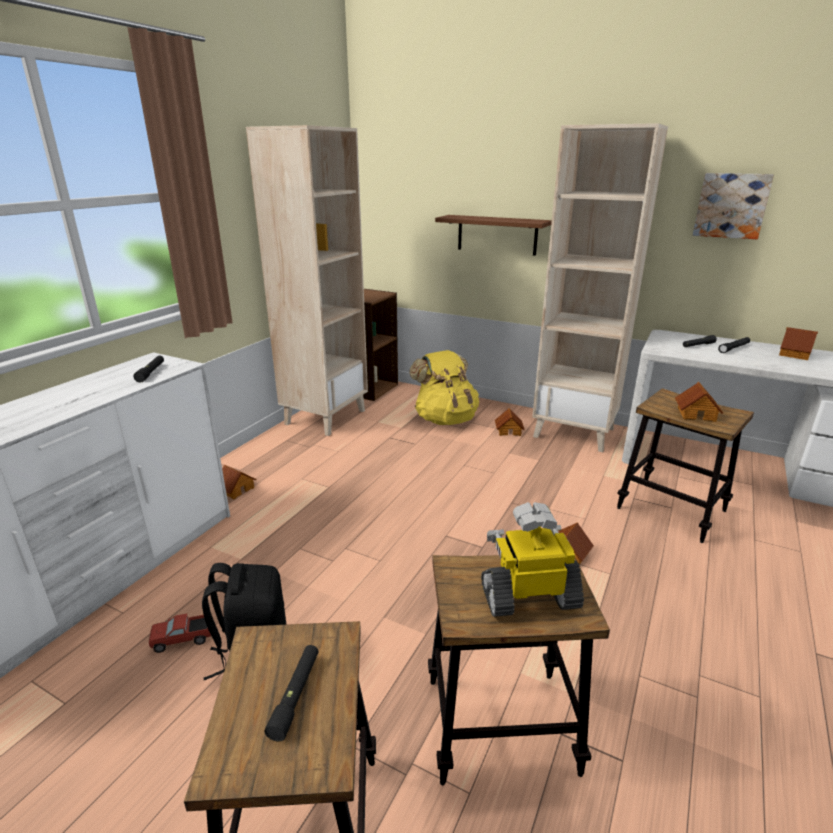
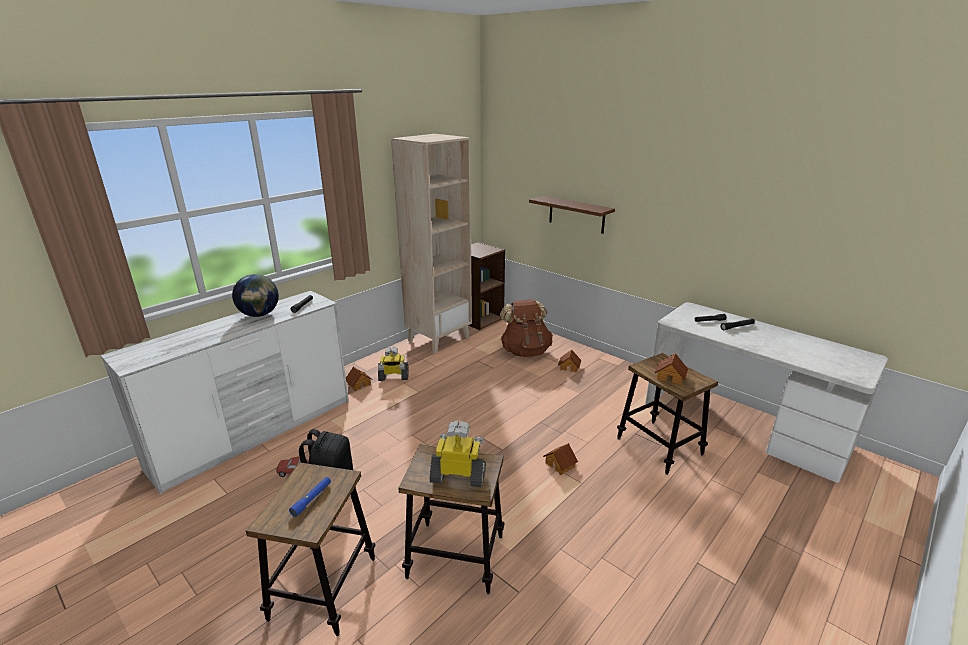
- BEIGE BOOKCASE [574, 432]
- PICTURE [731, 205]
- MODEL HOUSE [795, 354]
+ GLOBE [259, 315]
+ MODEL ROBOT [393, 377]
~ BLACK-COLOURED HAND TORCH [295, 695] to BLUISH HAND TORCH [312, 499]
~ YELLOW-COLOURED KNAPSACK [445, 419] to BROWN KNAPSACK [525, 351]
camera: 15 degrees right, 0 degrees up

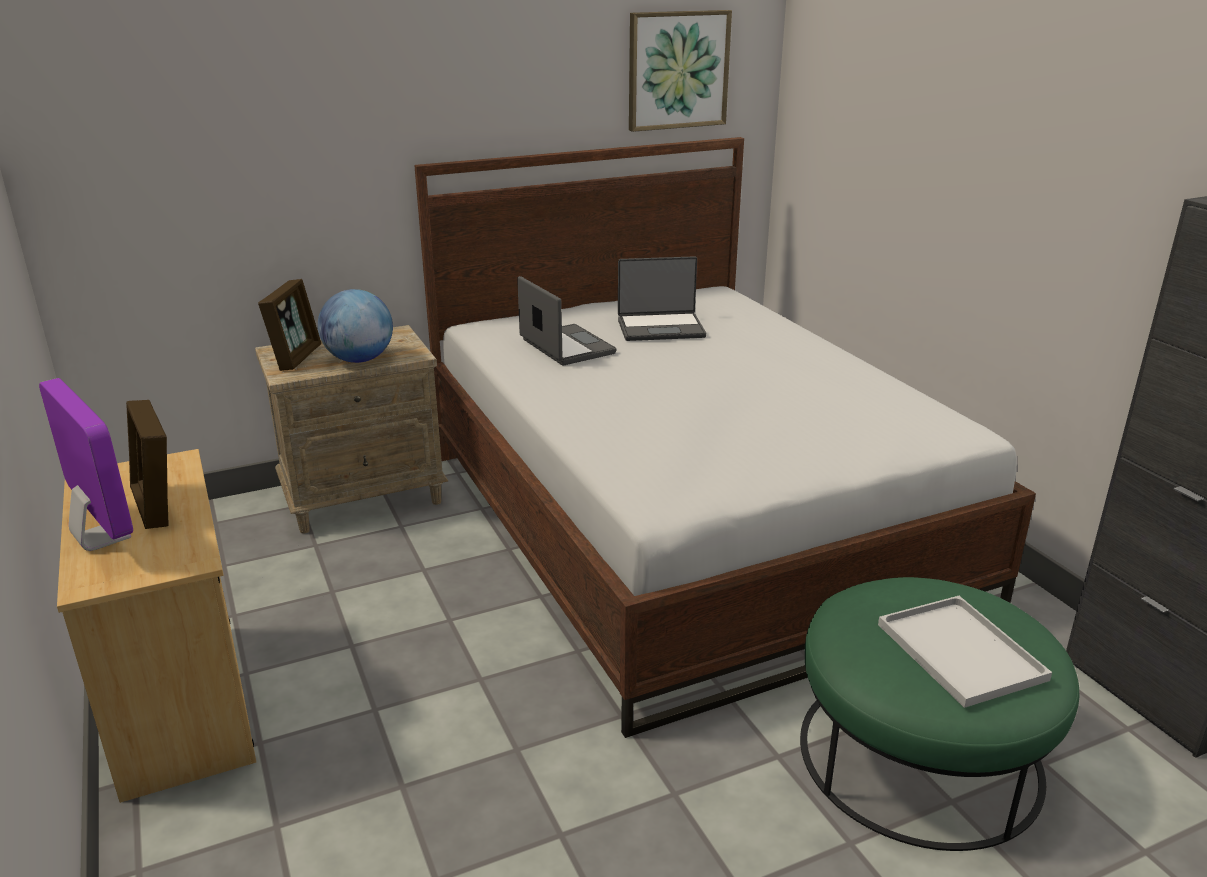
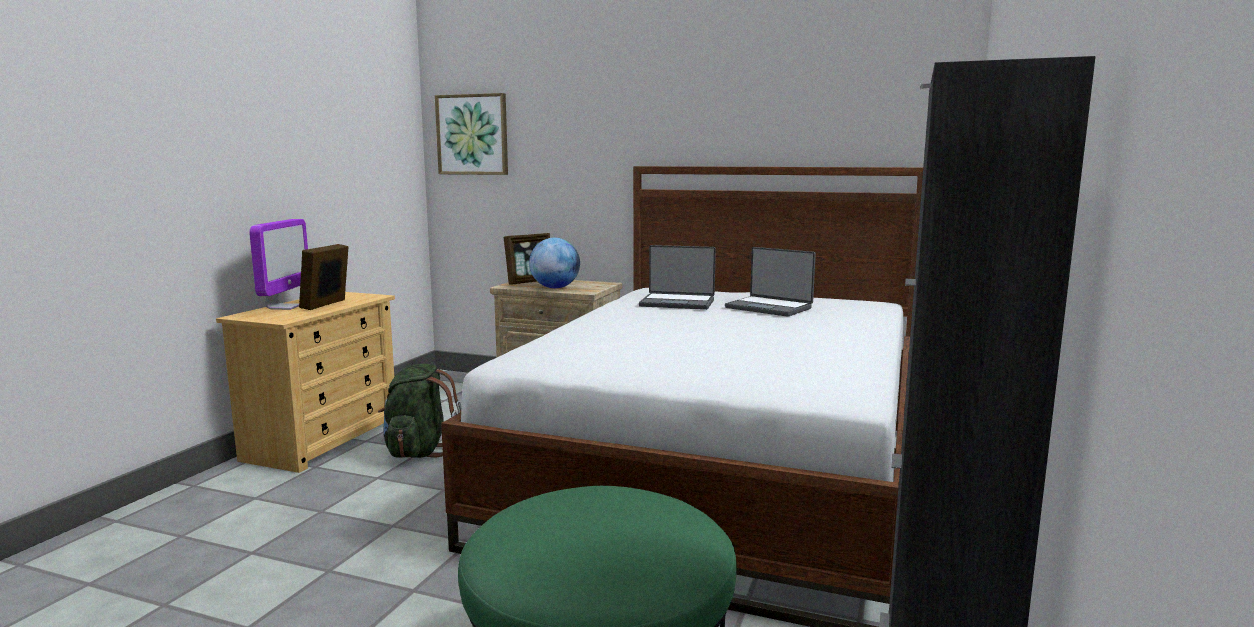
- WHITE TRAY [963, 653]
+ GREEN KNAPSACK [419, 451]
~ PICTURE [677, 70] to [472, 134]
~ LAPTOP [565, 347] = [677, 303] 90 degrees clockwise
camera: 45 degrees right, 15 degrees down

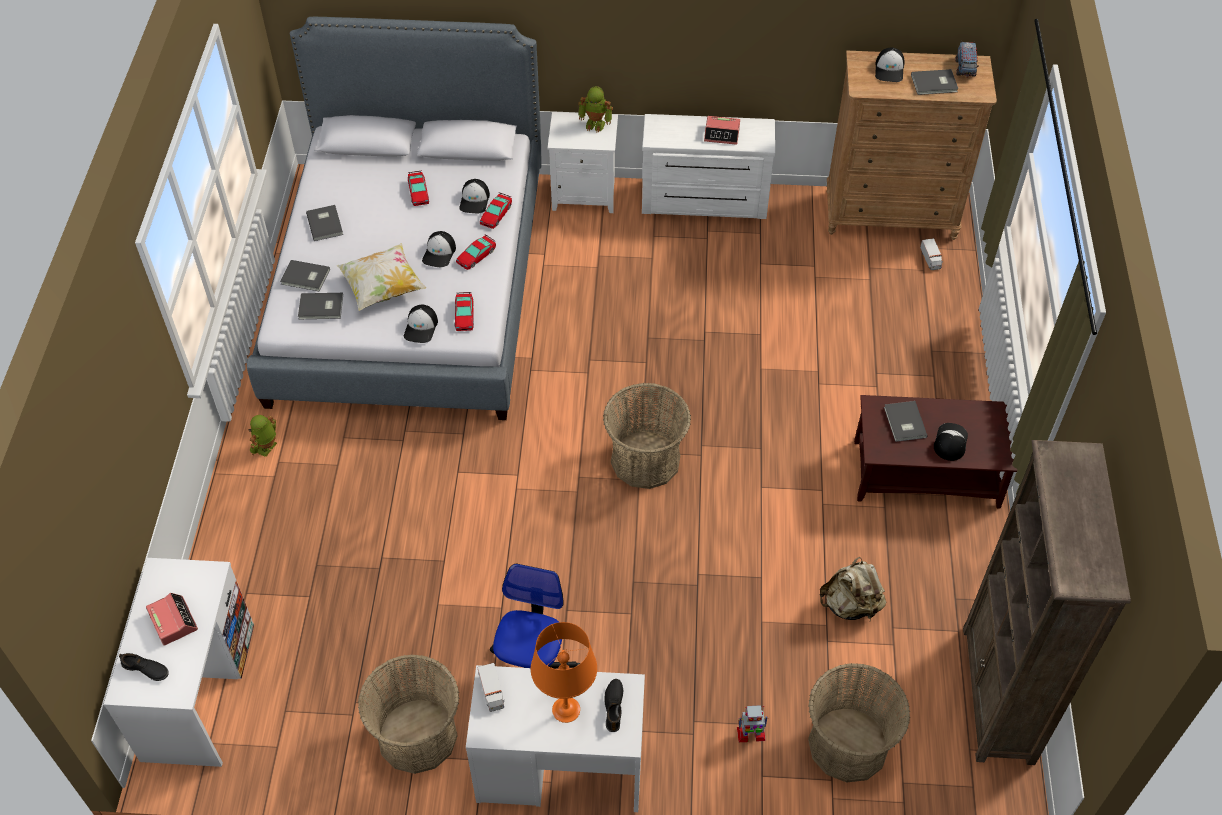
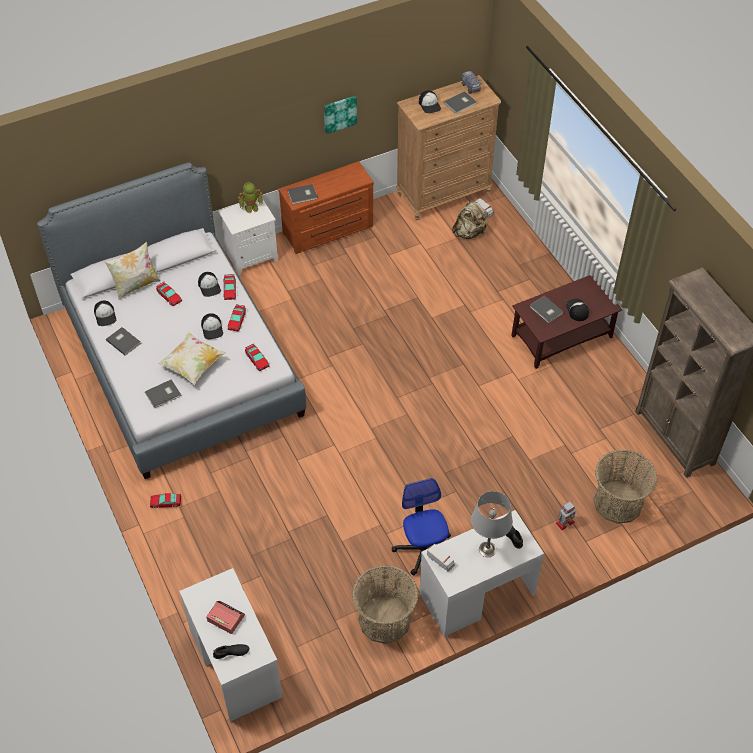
- STORAGE BASKET [645, 460]
- TABLE CLOCK [722, 134]
+ PILLOW [136, 285]
+ PICTURE [339, 113]
~ GREY BOOK [305, 277] to [303, 195]
~ BASEBALL CAP [421, 327] to [105, 315]
~ BEIGE KNAPSACK [851, 605] to [469, 232]
~ MODEL ROBOT [267, 448] to TOY CAR [166, 502]
~ ORANGE TABLETOP LAMP [566, 709] to GREY TABLETOP LAMP [487, 549]
~ WHITE CHEST OF DRAWERS [704, 202] to BROWN CHEST OF DRAWERS [329, 231]
camera: 30 degrees left, 0 degrees up

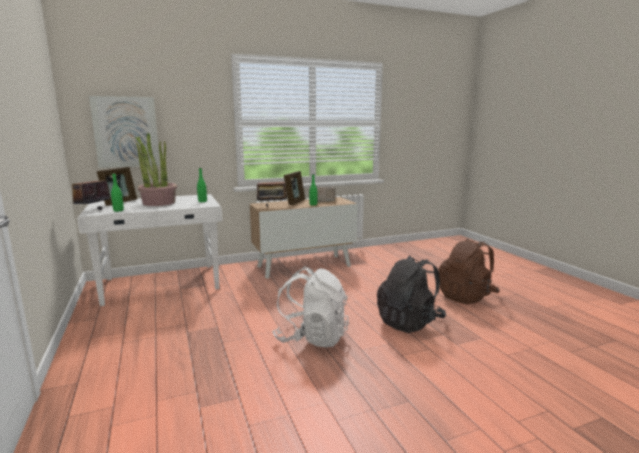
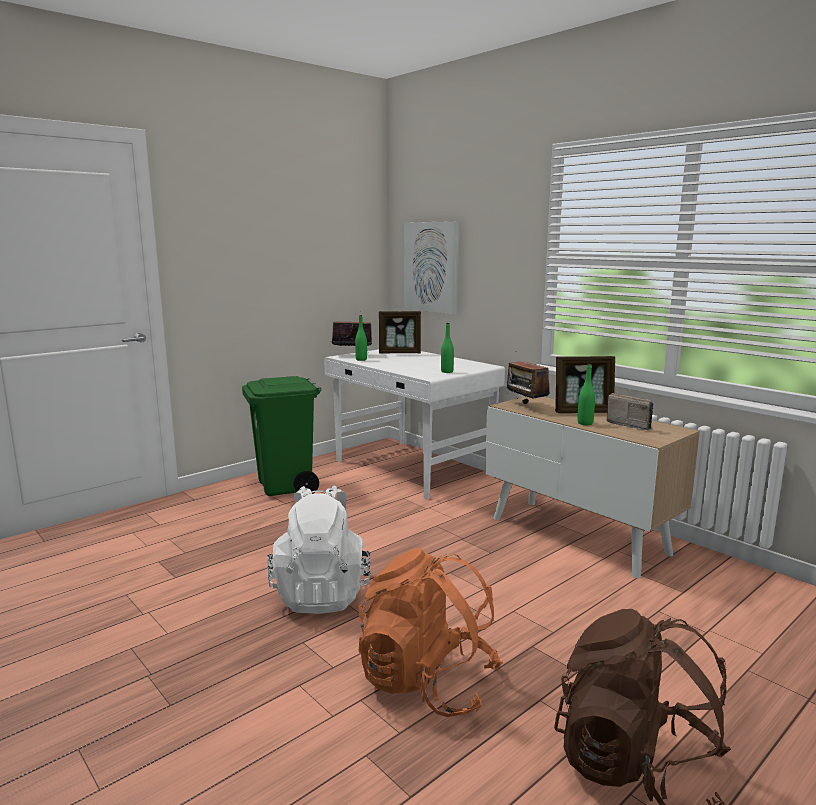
- PLANT IN A POT [158, 203]
+ GREEN RUBBISH BIN [286, 487]
~ BLACK-COLOURED KNAPSACK [409, 322] to ORANGE KNAPSACK [427, 682]
camera: 70 degrees right, 0 degrees up

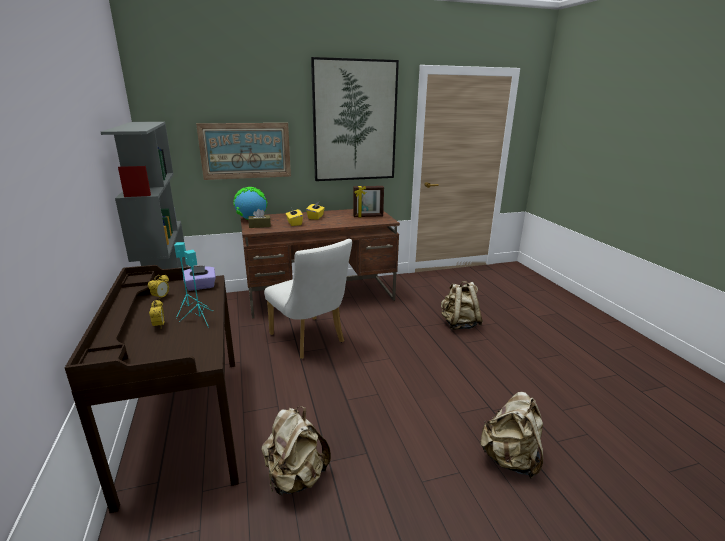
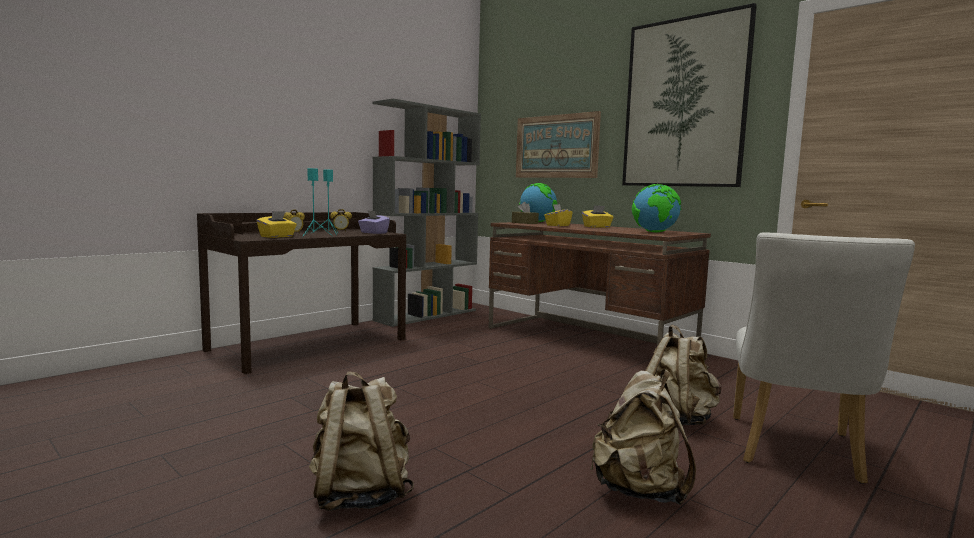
+ YELLOW-COLOURED TISSUE HOLDER [277, 236]
~ BEIGE KNAPSACK [295, 478] to [639, 490]
~ WHITE PLAIN CHAIR [310, 340] to [795, 452]
~ PHOTO FRAME [368, 216] to GLOBE [655, 232]
camera: 60 degrees right, 15 degrees down

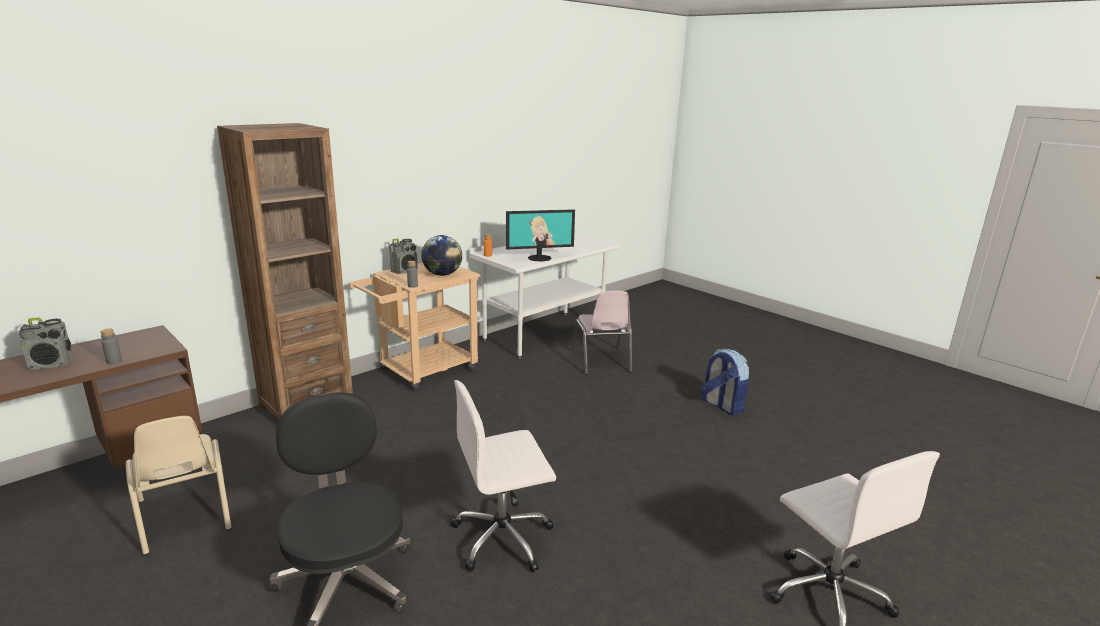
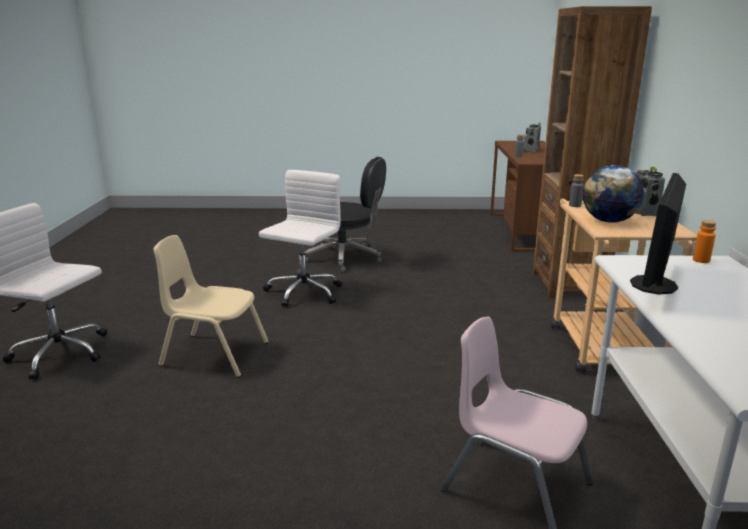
- KNAPSACK [721, 406]
~ BEIGE PLAIN CHAIR [184, 515] to [214, 354]
camera: 135 degrees right, 0 degrees up

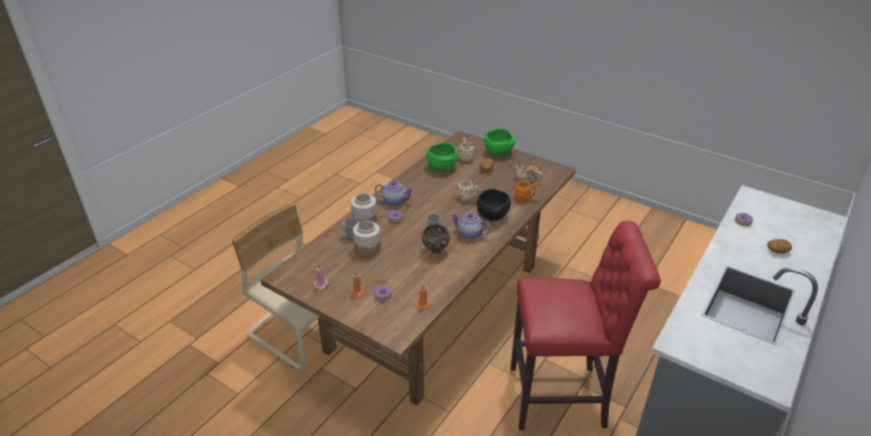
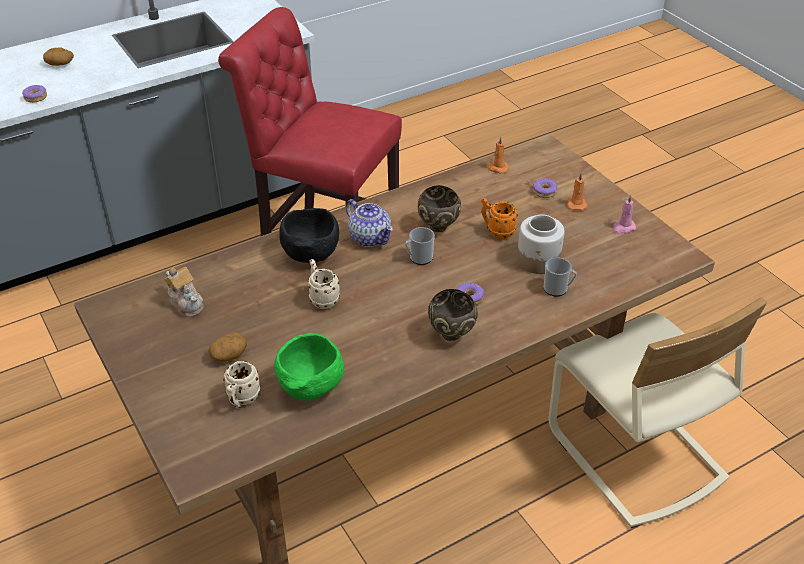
- STORAGE JAR [365, 220]
- GREEN SERVING BOWL [498, 153]
~ ORANGE TEA MUG [525, 199] to [496, 231]
~ POT FOR TEA [394, 201] to BROWN SERVING BOWL [452, 335]
camera: 155 degrees left, 5 degrees up

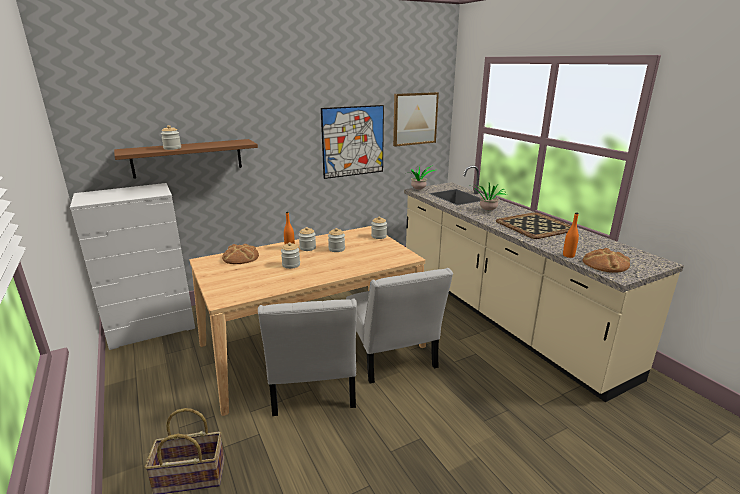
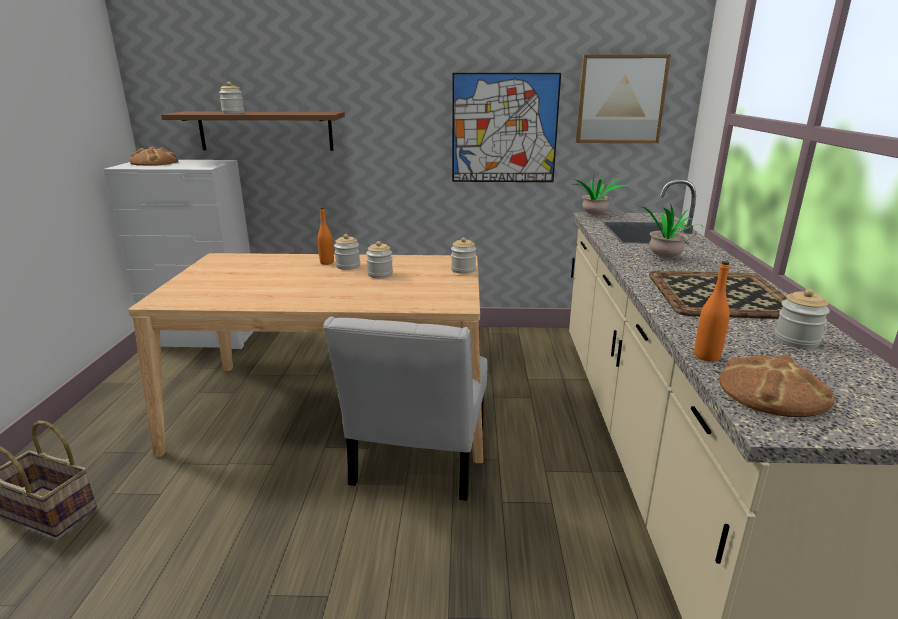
- WHITE PLAIN CHAIR [313, 388]
~ BAKED BREAD [240, 257] to [155, 163]
~ STORAGE JAR [291, 265] to [796, 340]
camera: 30 degrees right, 0 degrees up

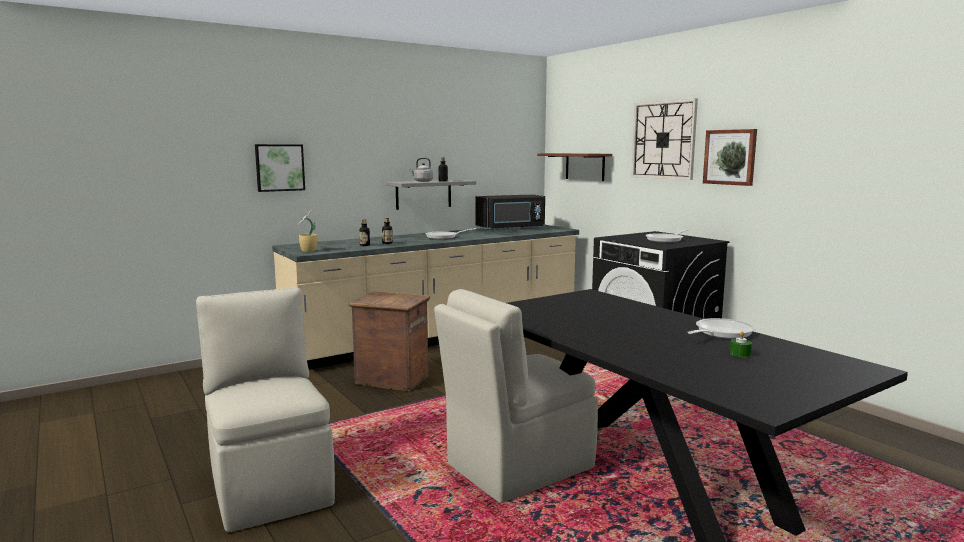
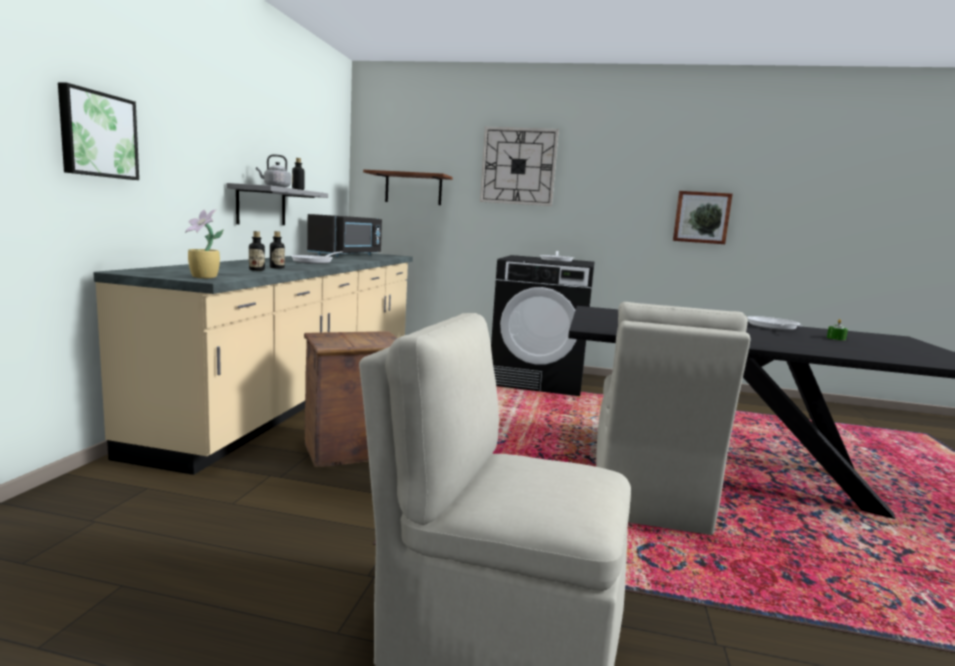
~ PICTURE [730, 157] to [701, 217]
camera: 45 degrees left, 0 degrees up

